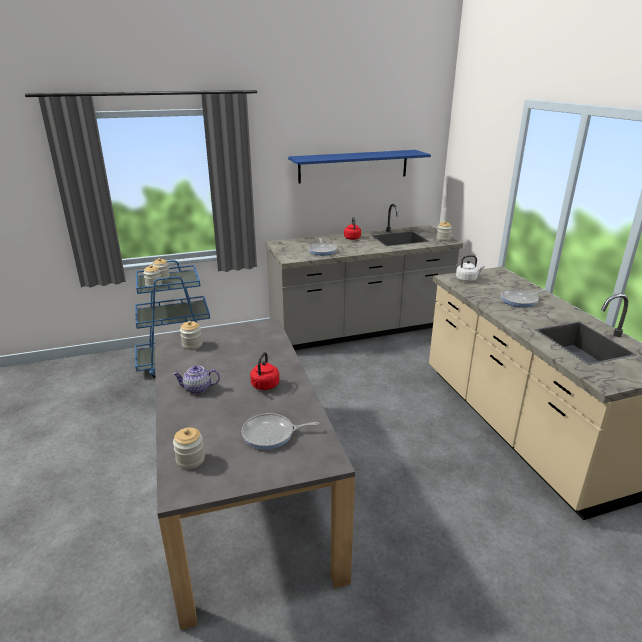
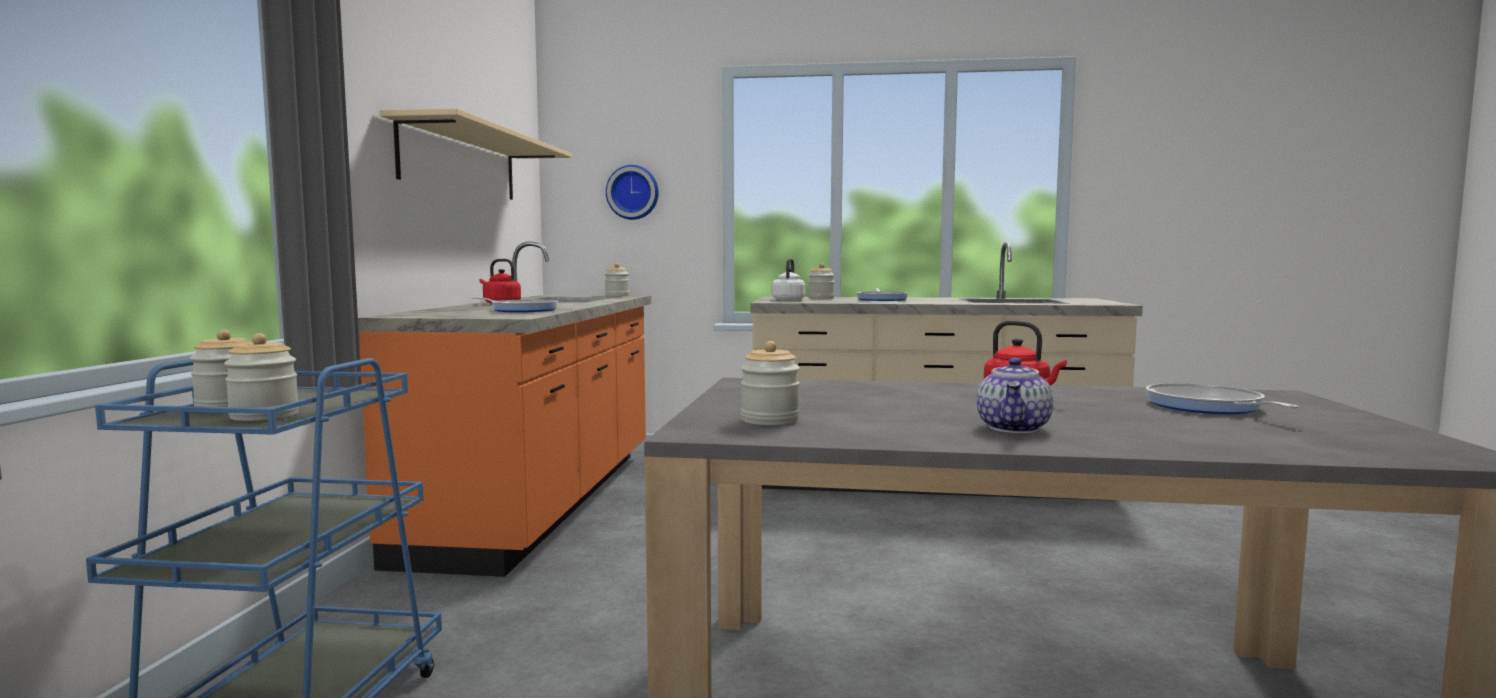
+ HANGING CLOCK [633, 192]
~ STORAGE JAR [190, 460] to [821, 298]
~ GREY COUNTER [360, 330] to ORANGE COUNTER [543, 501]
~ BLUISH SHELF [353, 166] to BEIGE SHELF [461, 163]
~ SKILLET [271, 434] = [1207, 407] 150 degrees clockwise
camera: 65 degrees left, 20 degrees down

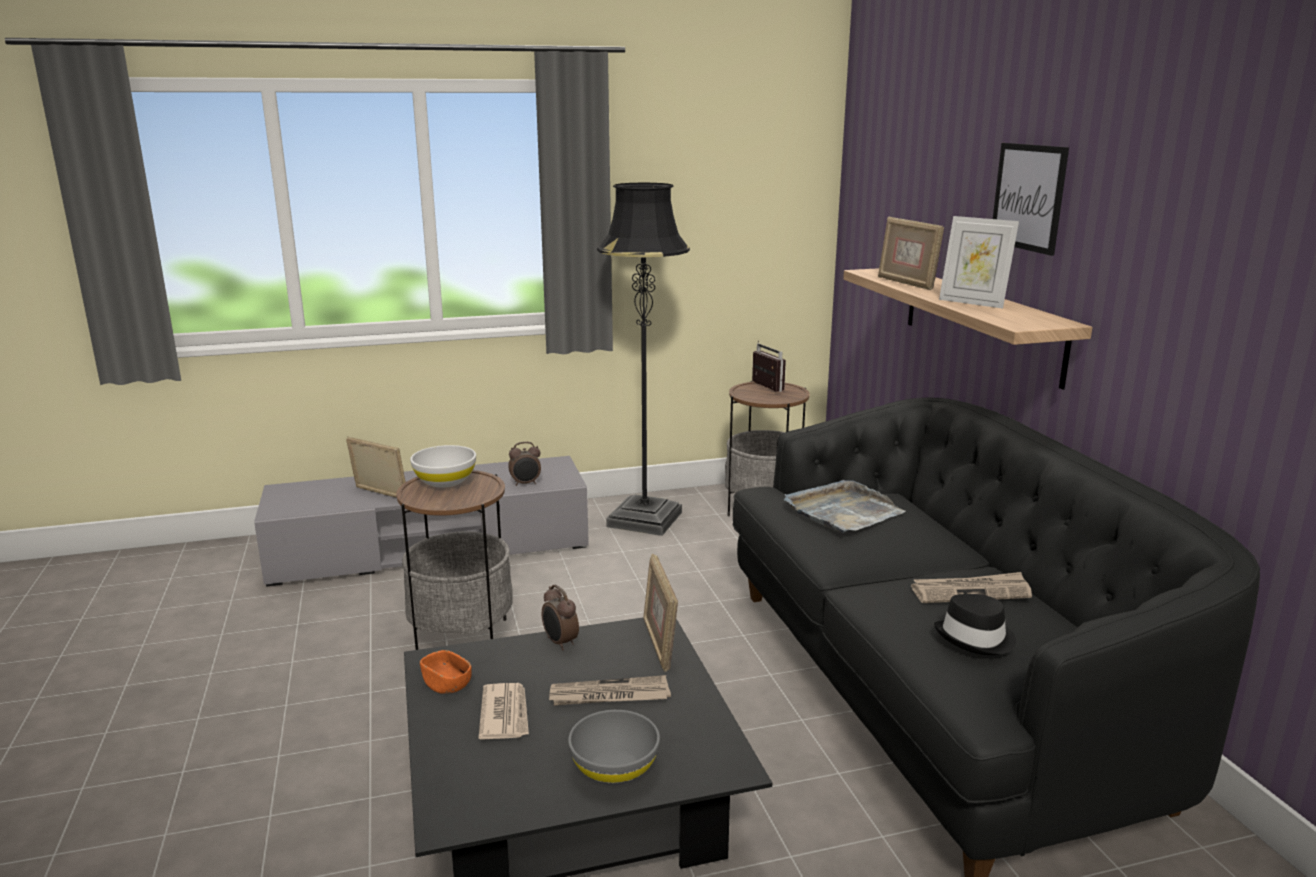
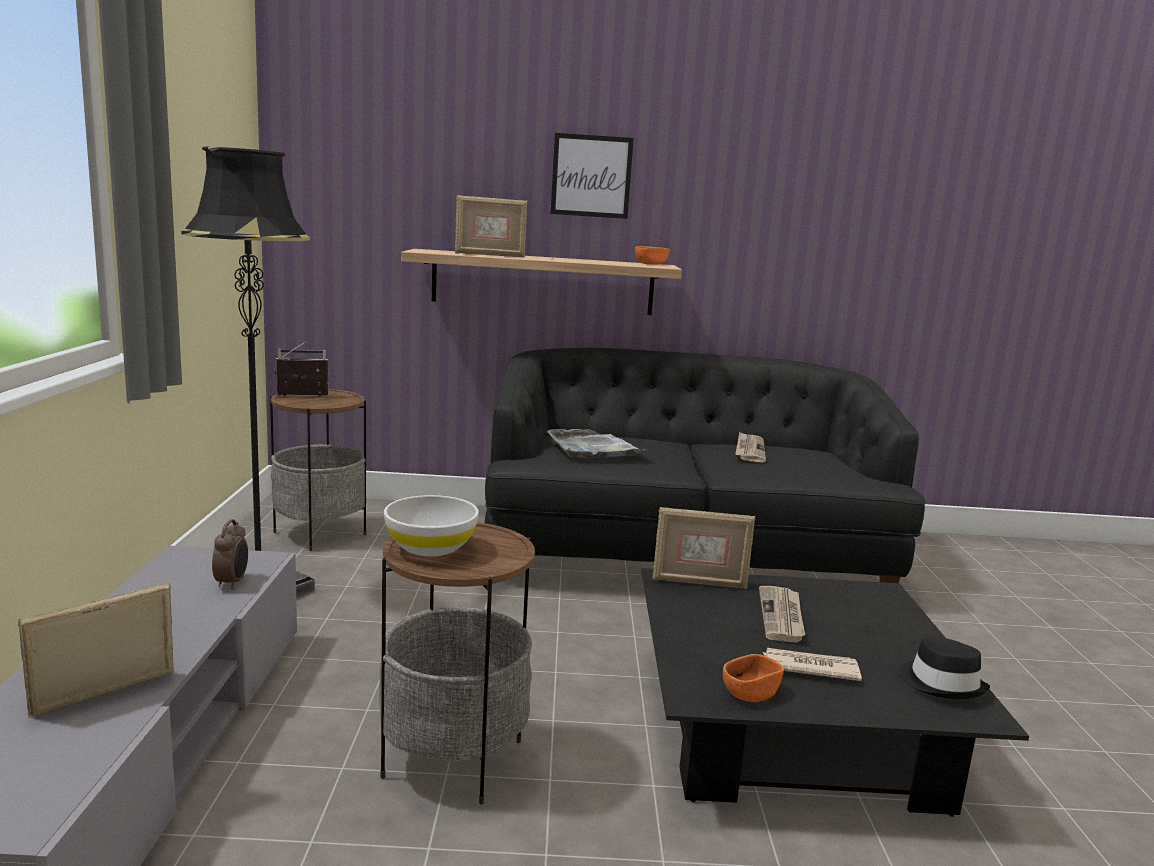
- TABLE CLOCK [560, 643]
- GREY SERVING BOWL [614, 768]
- PHOTO FRAME [973, 303]
+ ORANGE SERVING BOWL [651, 264]
~ BLACK-COLOURED CLOTHING HAT [976, 638] to [942, 683]
camera: 75 degrees left, 5 degrees down

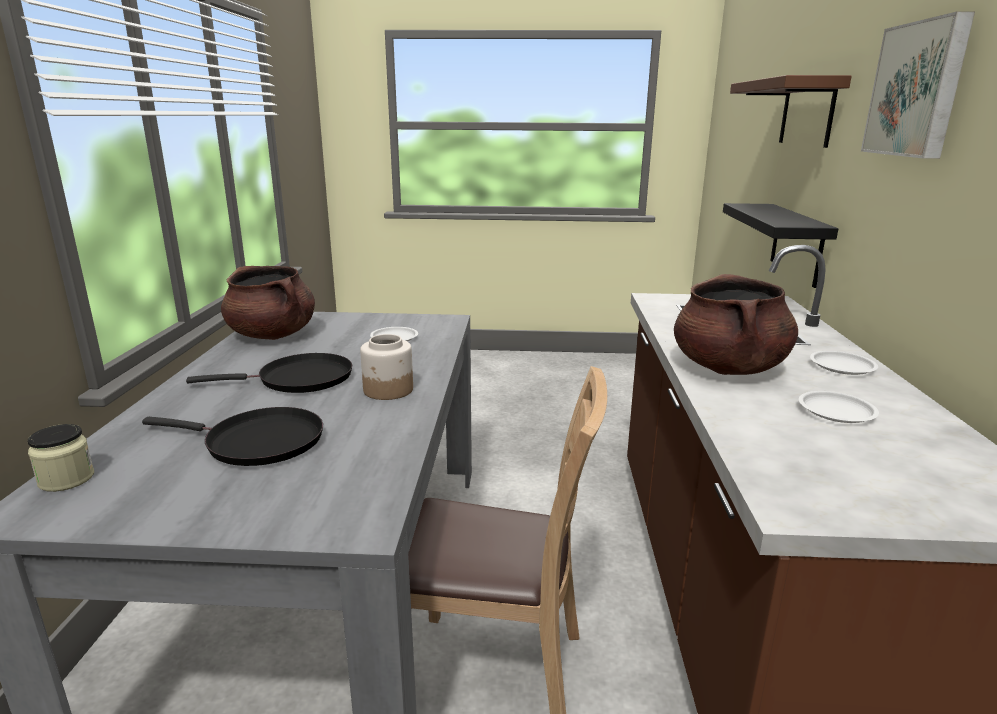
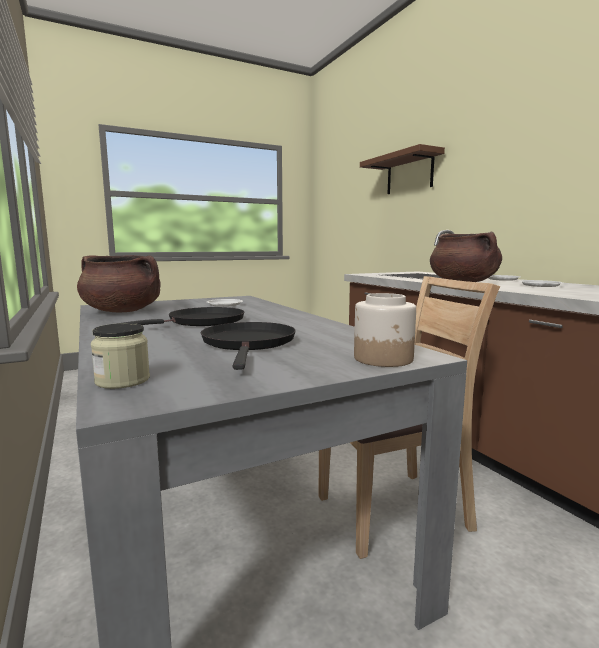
- BLACK-COLOURED SHELF [797, 244]
- PICTURE [918, 90]
~ STORAGE JAR [388, 390] to [384, 359]
~ BLACK-COLOURED SKILLET [258, 442] = [249, 343] 75 degrees counterclockwise
camera: 30 degrees left, 10 degrees down

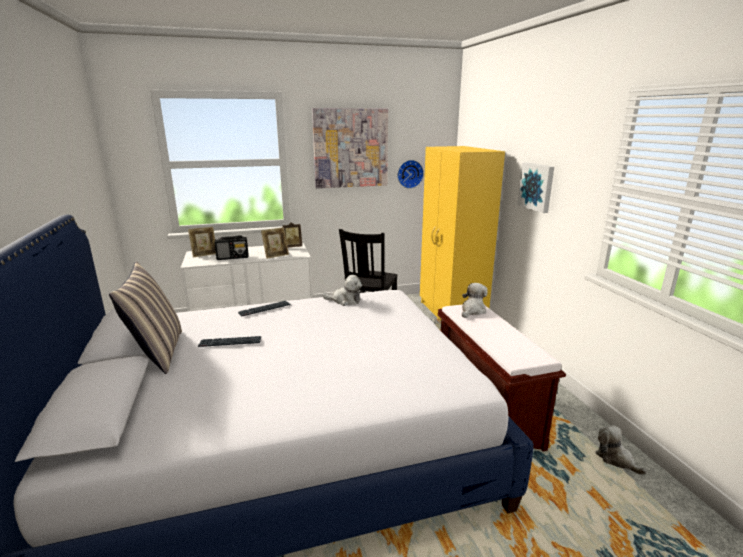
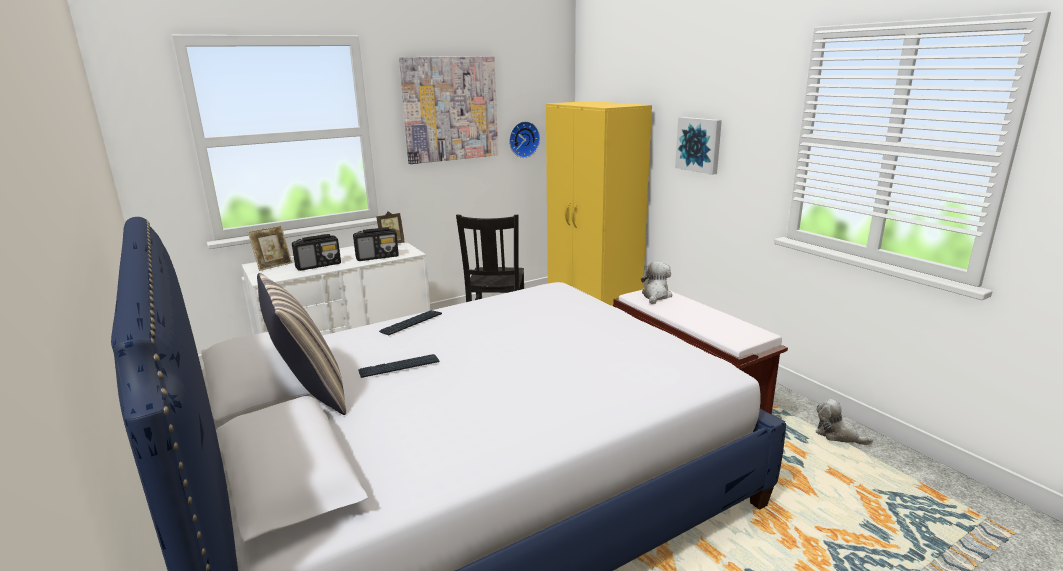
- PLUSH TOY [345, 300]
~ PHOTO FRAME [276, 255] to RADIO RECEIVER [377, 257]
camera: 15 degrees left, 0 degrees up

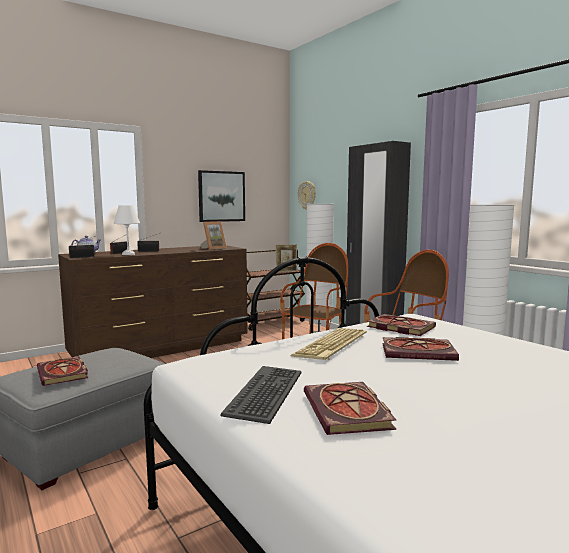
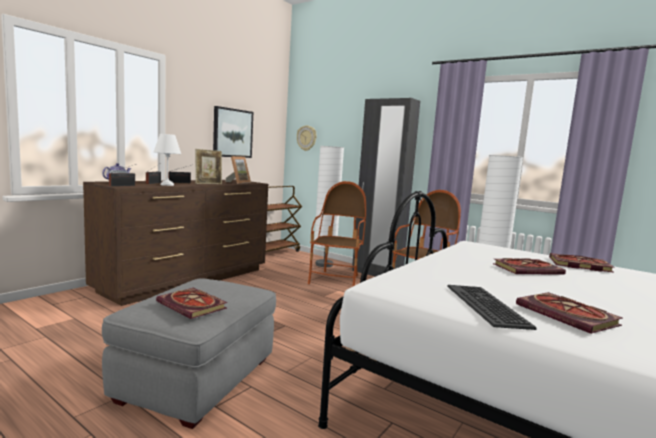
- PC KEYBOARD [332, 345]
~ PHOTO FRAME [286, 271] to [208, 184]
~ BOOK [398, 327] to [578, 265]
camera: 20 degrees left, 0 degrees up

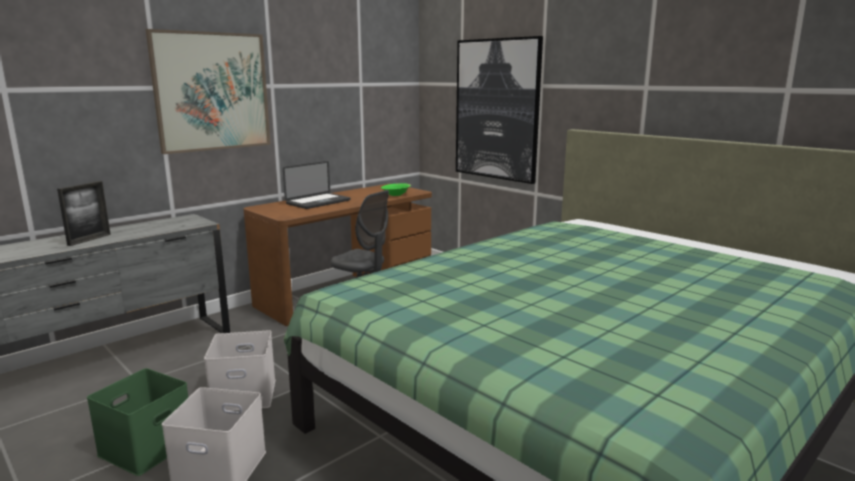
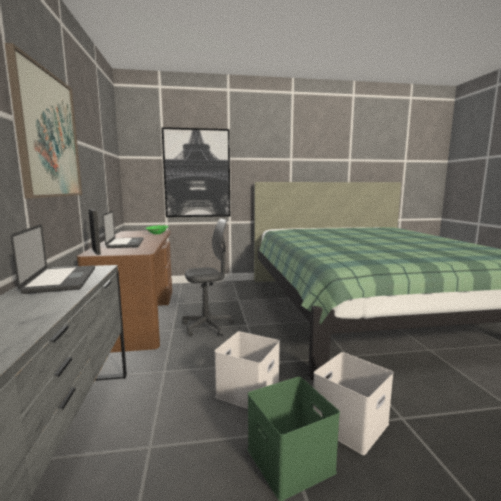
+ LAPTOP [61, 280]
~ PHOTO FRAME [89, 239] to [96, 251]
camera: 55 degrees left, 5 degrees down

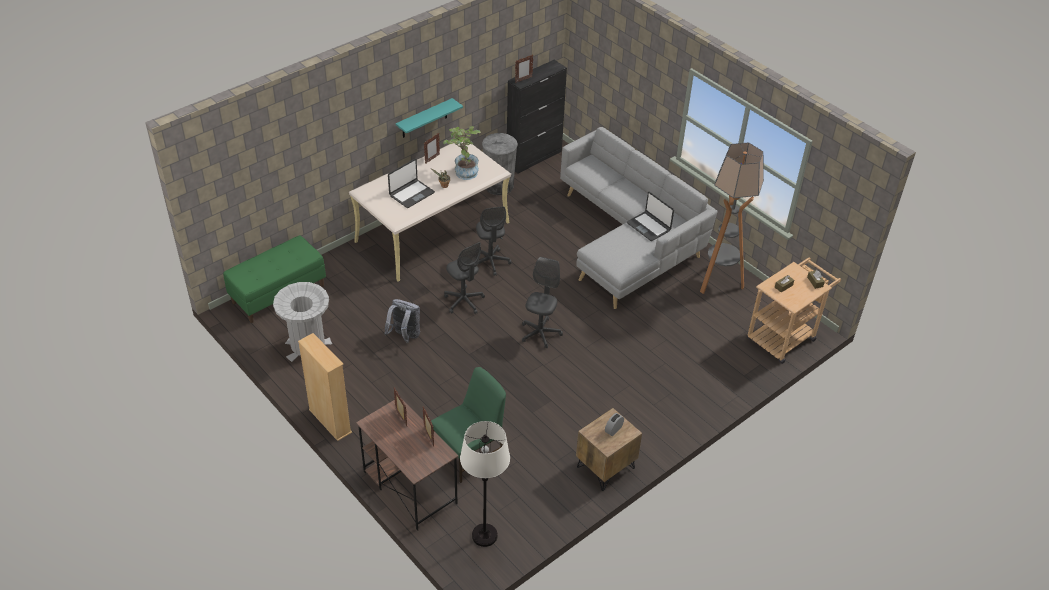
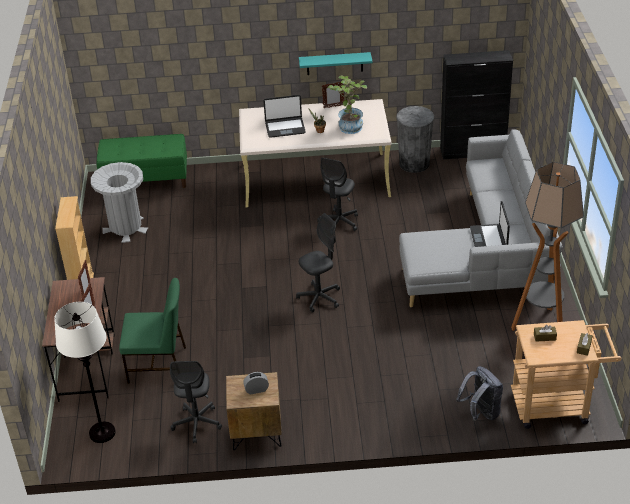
- PHOTO FRAME [523, 80]
~ GREY KNAPSACK [404, 336] to [481, 413]
~ GREY COMPUTER CHAIR [464, 301] to [197, 424]
camera: 40 degrees right, 5 degrees down

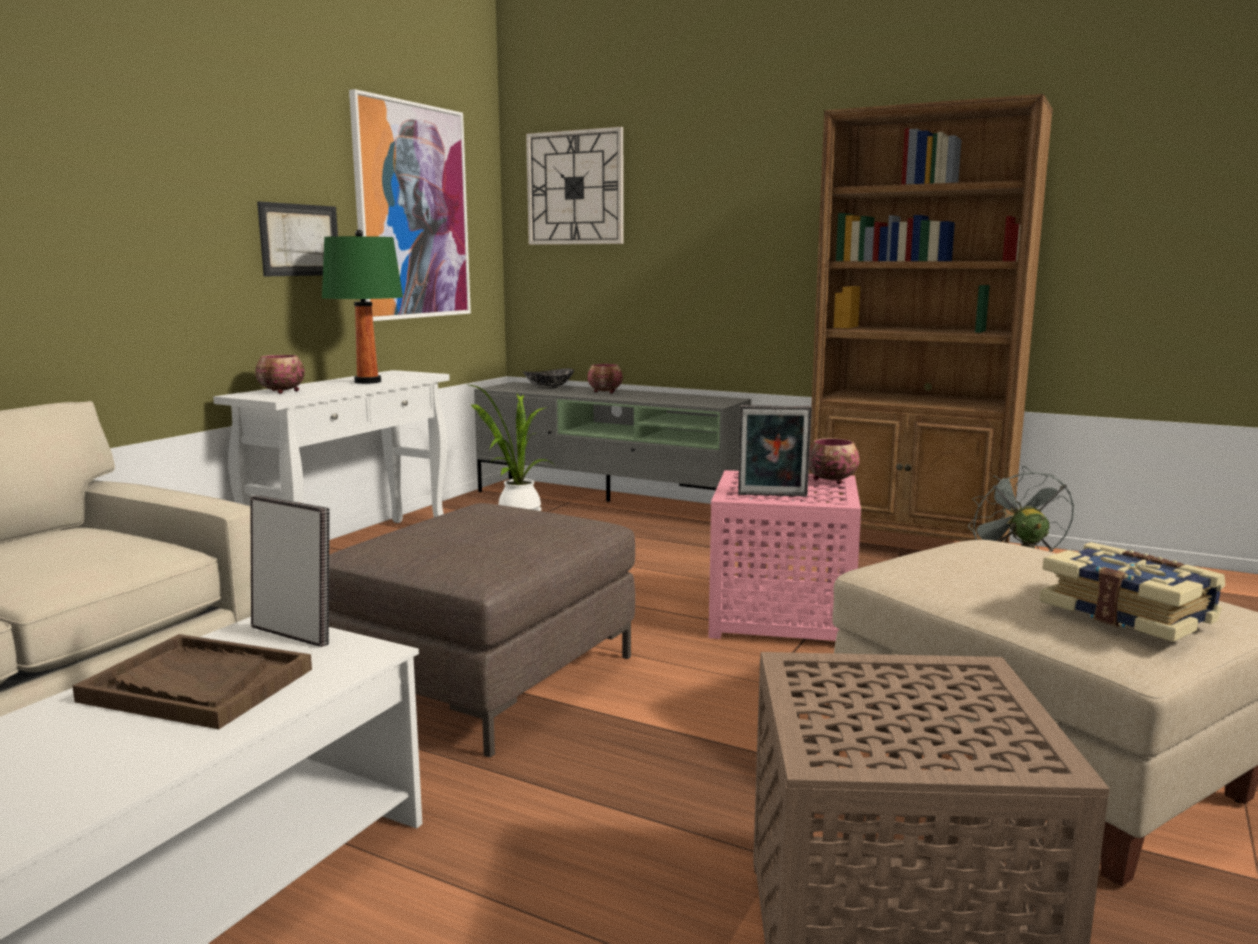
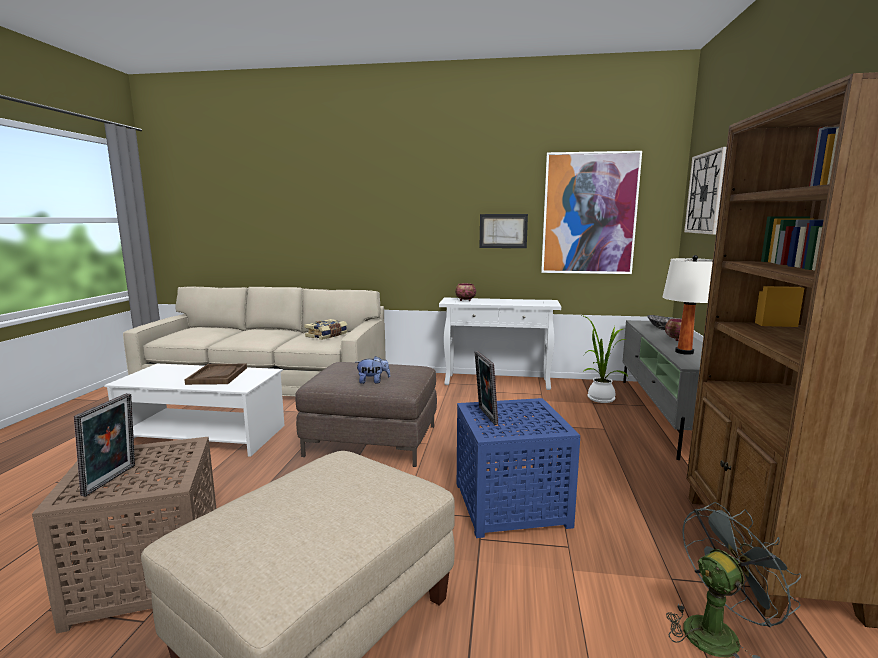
- GREEN TABLETOP LAMP [367, 382]
- SERVING BOWL [831, 480]
+ PLUSH TOY [373, 381]
+ WHITE TABLETOP LAMP [684, 352]
~ PHOTO FRAME [294, 634] to [112, 480]
~ BOOK [1128, 613] to [327, 335]
~ PINK-COLOURED ACCENT TABLE [784, 616] to BLUISH ACCENT TABLE [513, 505]
camera: 70 degrees right, 0 degrees up

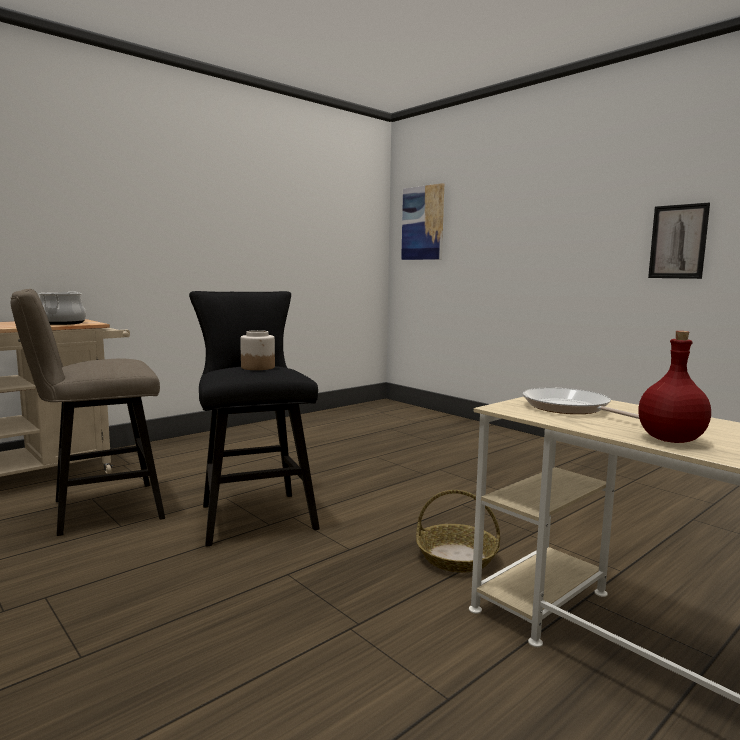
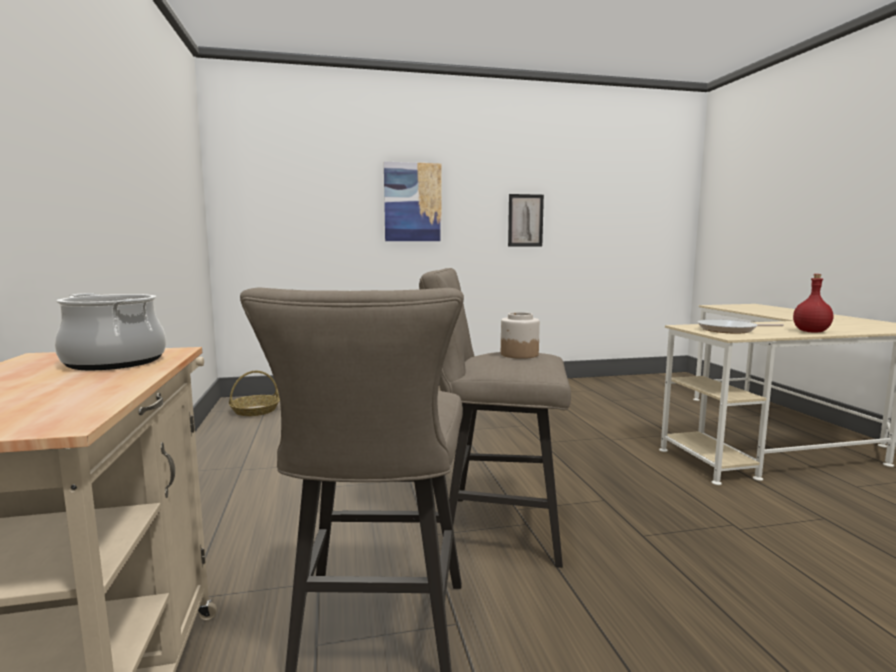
~ PICTURE [423, 223] to [412, 202]
~ STORAGE BASKET [457, 557] to [255, 411]
~ BLACK-COLOURED SITTING STOOL [254, 514] to BEIGE SITTING STOOL [493, 527]
camera: 60 degrees left, 0 degrees up

